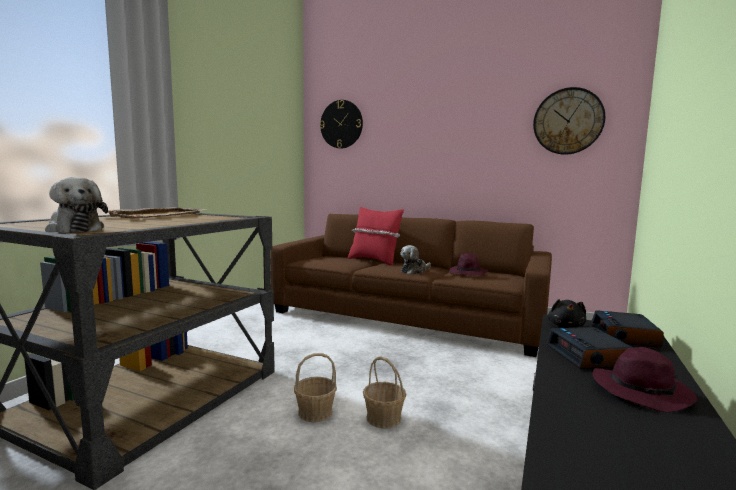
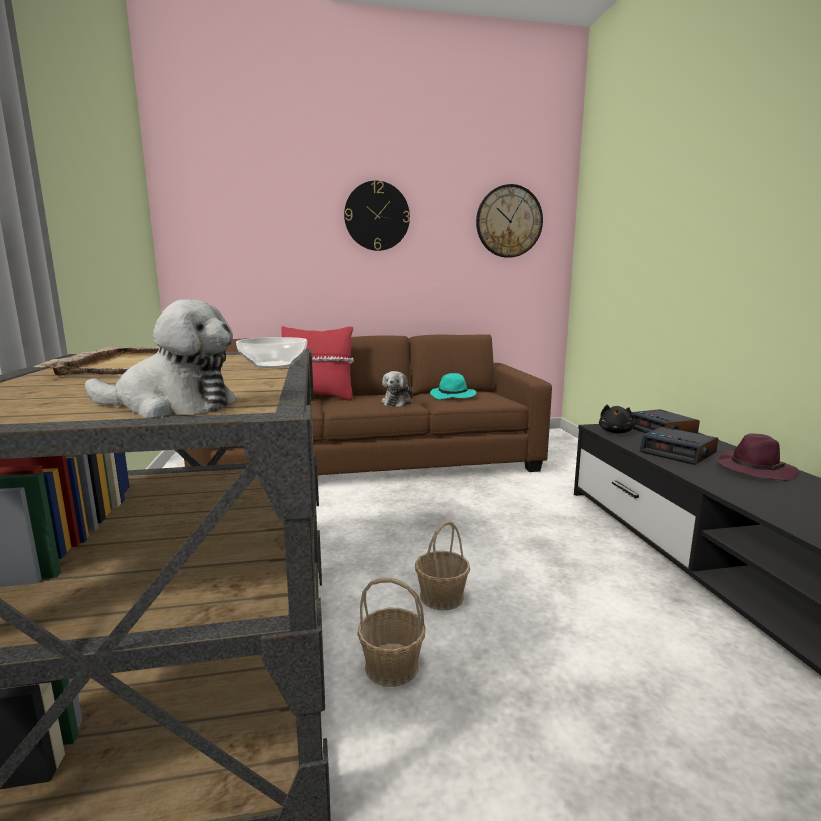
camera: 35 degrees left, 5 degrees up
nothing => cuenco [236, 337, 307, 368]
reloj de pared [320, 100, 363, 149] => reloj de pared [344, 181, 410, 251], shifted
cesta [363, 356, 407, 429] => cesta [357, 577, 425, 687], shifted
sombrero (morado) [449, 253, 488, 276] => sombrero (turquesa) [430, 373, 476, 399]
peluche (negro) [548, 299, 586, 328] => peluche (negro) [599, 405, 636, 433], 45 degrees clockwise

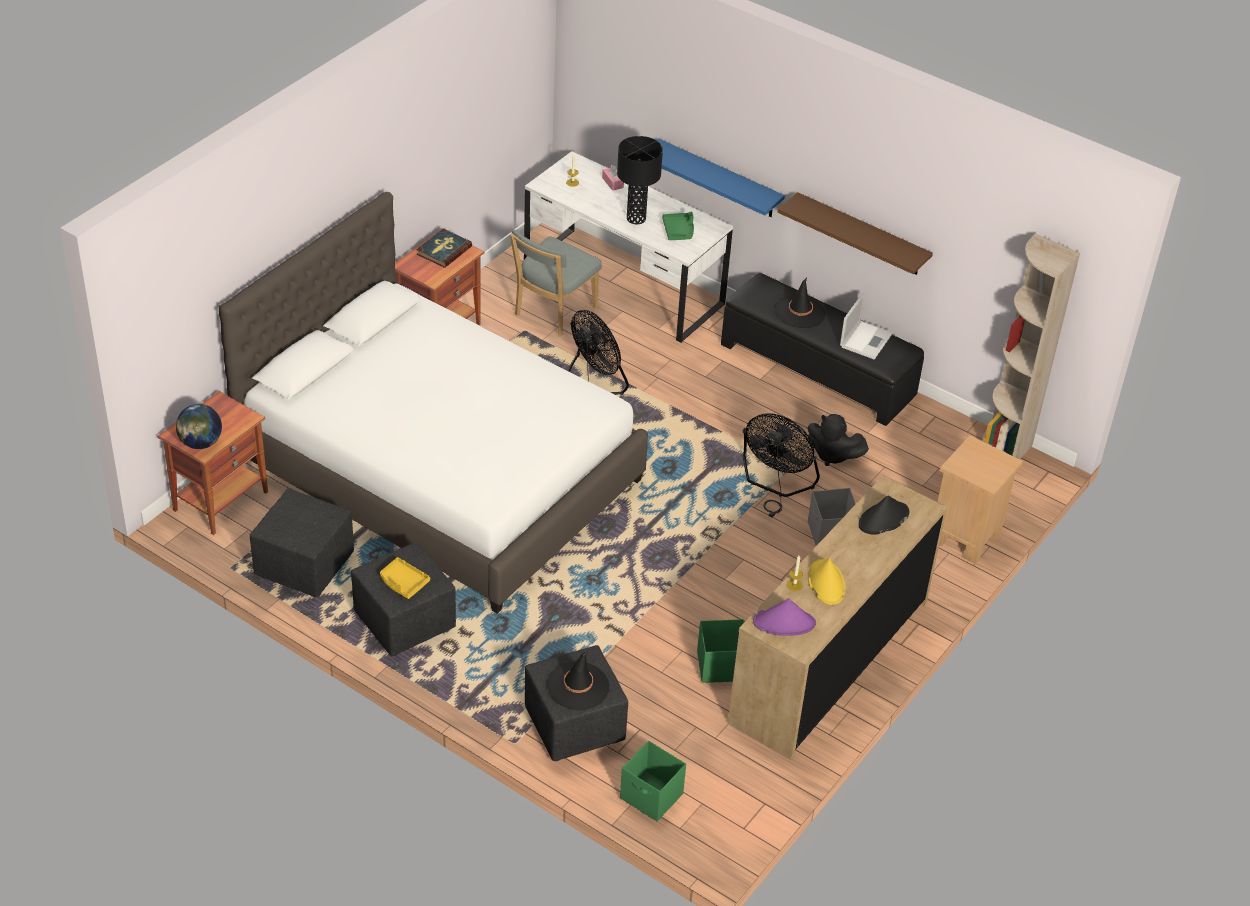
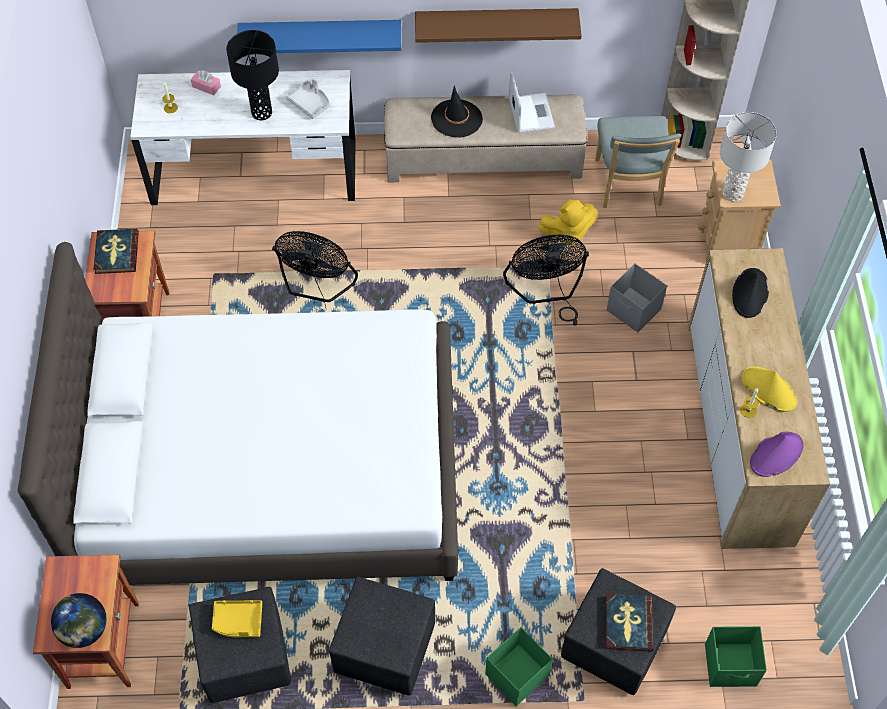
camera: 35 degrees left, 15 degrees up
bandeja (amarillo) [380, 557, 430, 599] => bandeja (amarillo) [212, 600, 262, 637], shifted
bandeja (verde) [662, 212, 694, 240] => bandeja (gris) [286, 79, 330, 119]
banco (negro) [721, 273, 924, 426] => banco (beis) [384, 94, 587, 182]
caja de almacenaje (verde) [697, 619, 744, 683] => caja de almacenaje (verde) [485, 627, 553, 706], shifted
peluche (negro) [807, 414, 869, 466] => peluche (amarillo) [538, 200, 598, 247]
silla (gris) [510, 229, 602, 337] => silla (gris) [595, 116, 681, 208], shifted
sombrero (negro) [547, 651, 609, 710] => libro [605, 593, 653, 651]
nothing => lámpara de mesa (blanco) [720, 112, 777, 202]

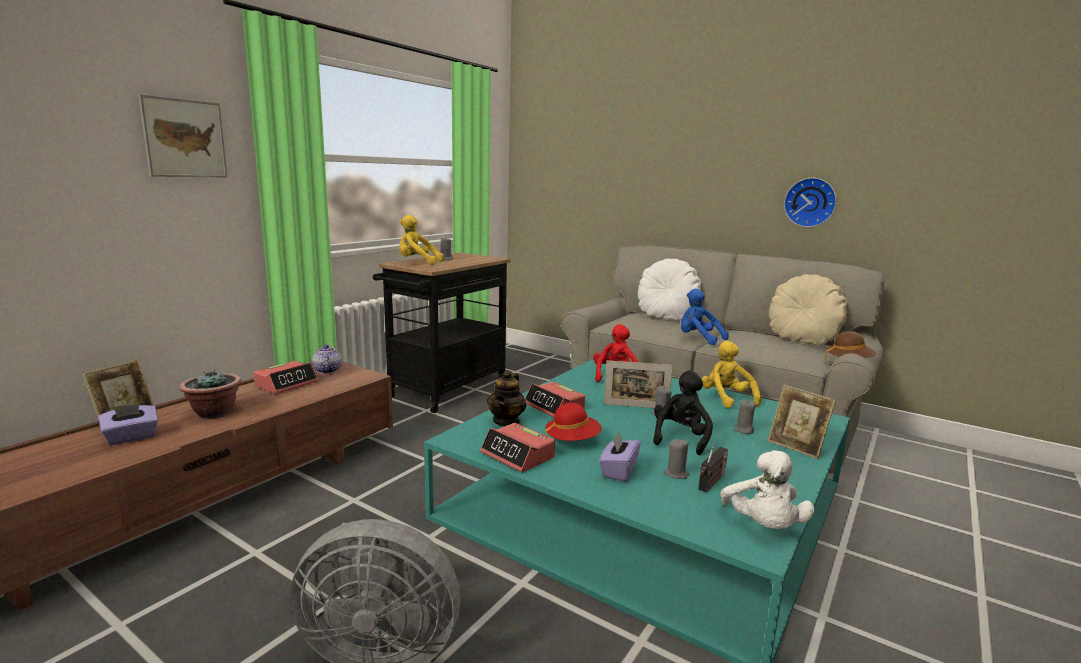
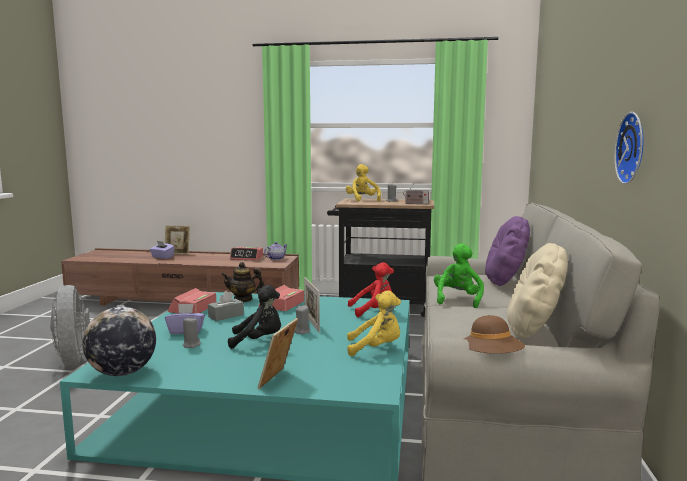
camera: 65 degrees right, 5 degrees down
peluche (blanco) [720, 450, 814, 529] => globo terráqueo [83, 307, 156, 376]
sombrero (rojo) [545, 403, 602, 441] => caja de pañuelos (gris) [208, 291, 244, 321]
peluche (amarillo) [702, 341, 761, 408] => peluche (amarillo) [347, 290, 401, 356], 45 degrees clockwise
radio [698, 444, 728, 492] => radio [403, 184, 429, 204], shifted
peluche (azul) [681, 289, 729, 345] => peluche (verde) [434, 243, 484, 308]
cojín (blanco) [638, 259, 701, 321] => cojín (morado) [485, 216, 530, 286]
cuadro [138, 94, 227, 177] => nothing
planta en maceta [179, 369, 241, 419] => nothing
vela (gris) [733, 399, 756, 434] => nothing

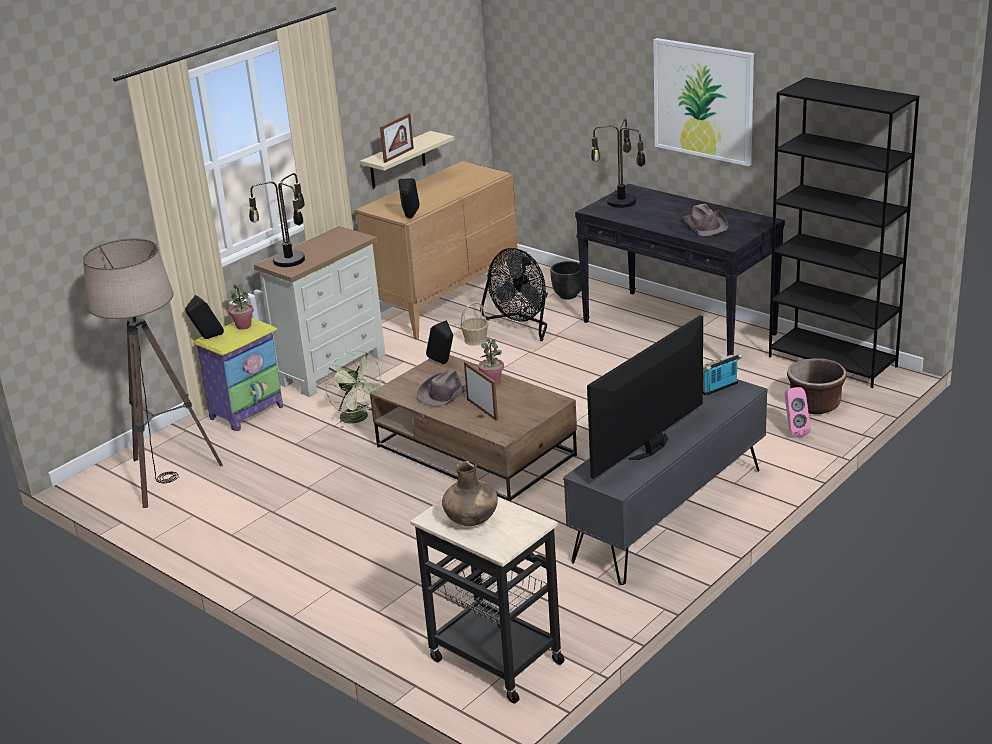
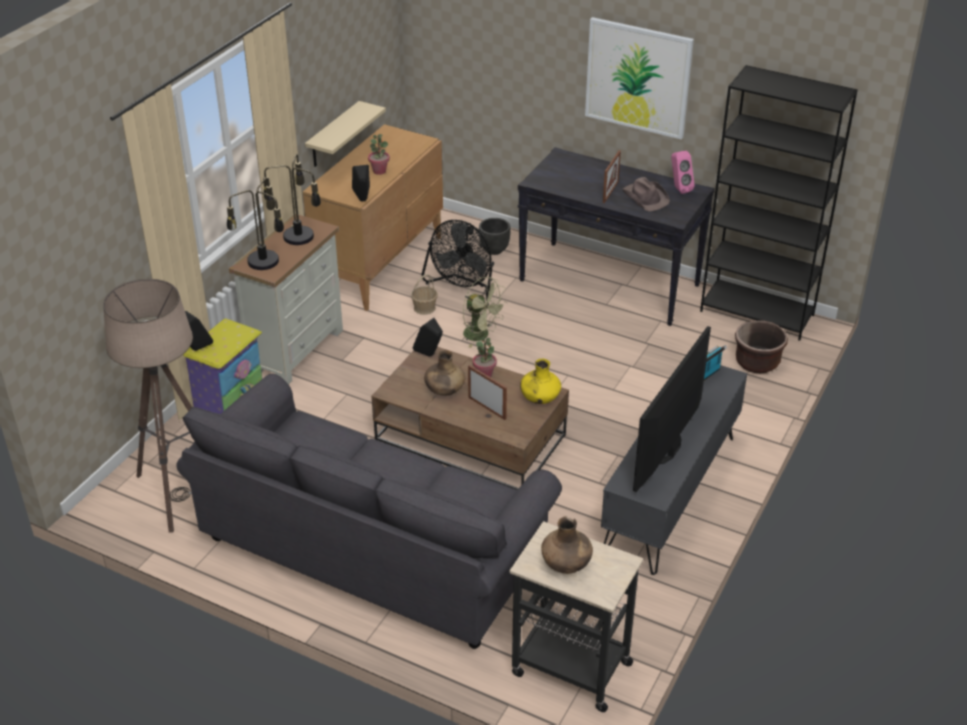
camera: 15 degrees left, 10 degrees up
nothing => sofá (gris) [176, 374, 562, 649]
lámpara de mesa [591, 118, 645, 208] => lámpara de mesa [263, 154, 321, 245], shifted
planta en maceta [229, 284, 254, 330] => planta en maceta [368, 134, 390, 175], shifted
sombrero (marrón) [417, 369, 466, 406] => florero (marrón) [424, 350, 465, 396]
ventilador (verde) [325, 350, 386, 430] => ventilador (verde) [463, 277, 507, 348], shifted
nothing => florero (amarillo) [520, 359, 561, 404]
portarretratos [380, 113, 414, 163] => portarretratos [603, 150, 621, 203], shifted
altavoz (rosa) [785, 387, 811, 437] => altavoz (rosa) [671, 151, 695, 194], shifted

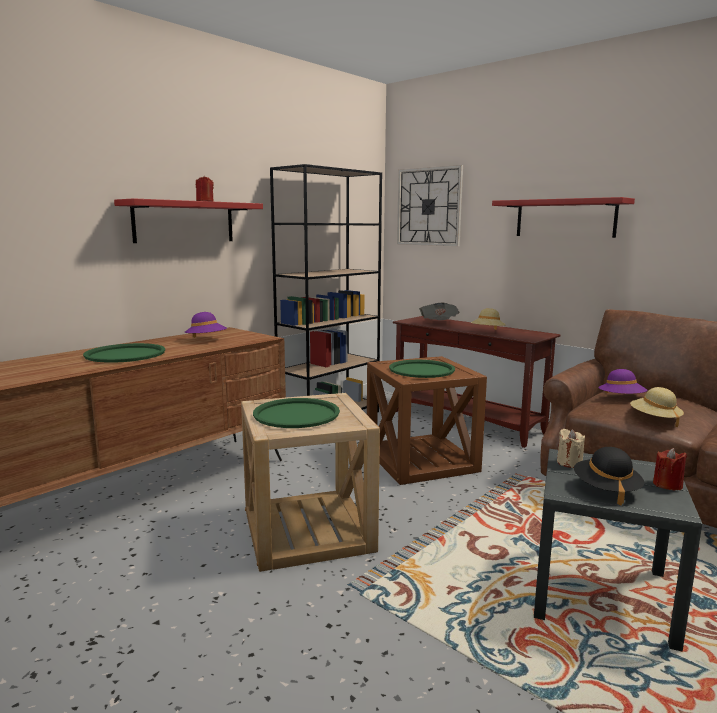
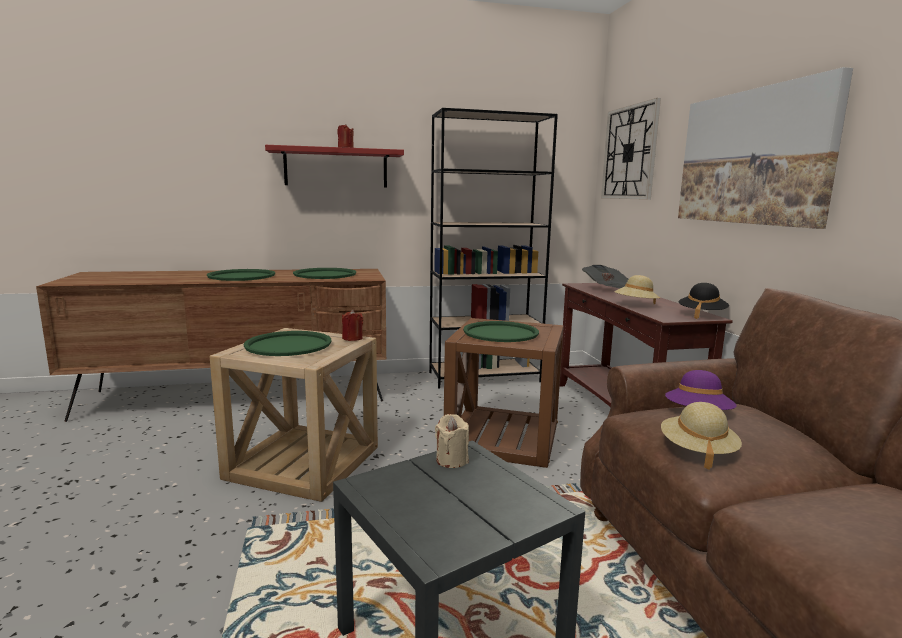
camera: 35 degrees right, 0 degrees up
sombrero (morado) [185, 312, 227, 338] => bandeja (verde) [293, 268, 356, 279]
vela (rojo) [653, 448, 687, 490] => vela (rojo) [342, 310, 363, 341], shifted
estante (rojo) [492, 197, 635, 238] => cuadro [678, 67, 853, 229]
sombrero (negro) [574, 447, 644, 506] => sombrero (negro) [679, 283, 729, 319], shifted

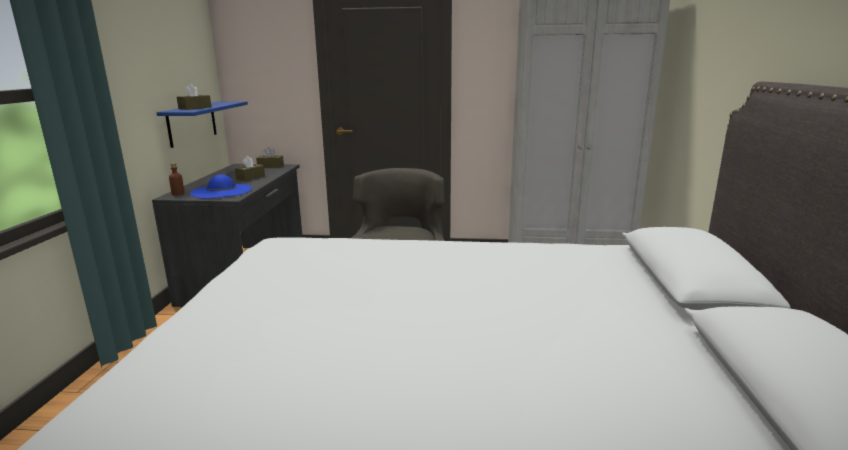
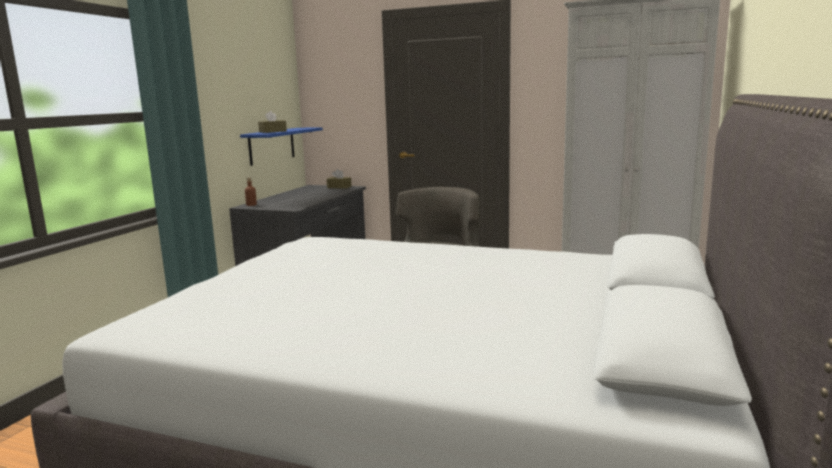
camera: 15 degrees right, 5 degrees down
sombrero (azul) [190, 174, 252, 199] => nothing
caja de pañuelos (marrón) [235, 156, 265, 181] => nothing

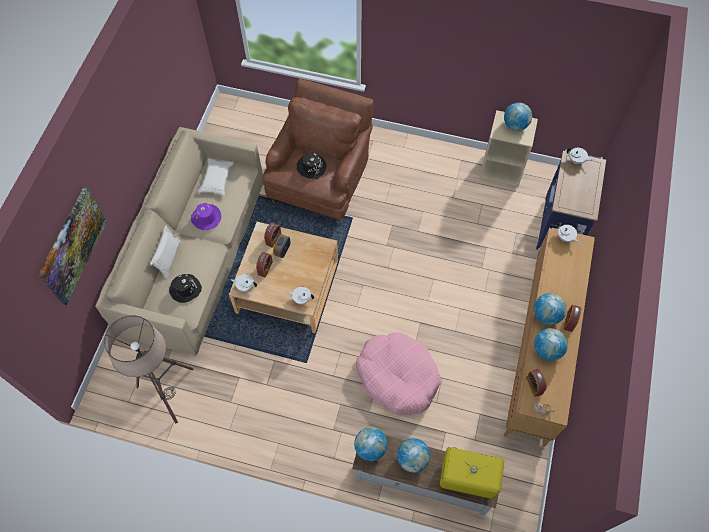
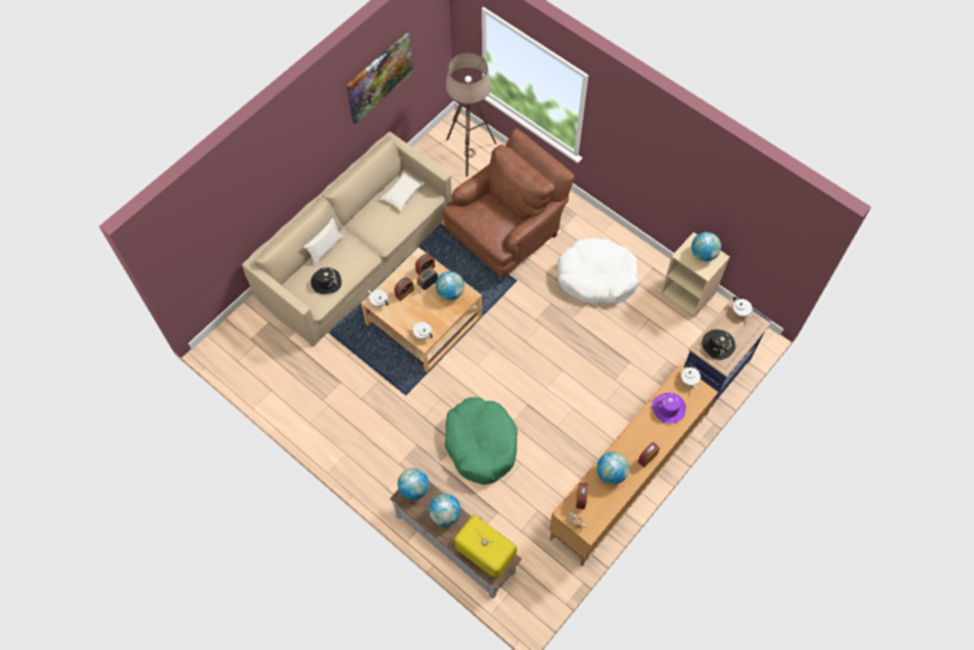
camera: 25 degrees right, 0 degrees up
cuadro [38, 186, 107, 305] => cuadro [346, 32, 413, 124], shifted
globo terráqueo [534, 293, 567, 325] => globo terráqueo [435, 271, 464, 300], shifted
cama para perro (rosa) [356, 332, 441, 415] => cama para perro (verde) [445, 397, 518, 485]
lámpara de pie [104, 315, 194, 424] => lámpara de pie [446, 52, 497, 177], shifted
nothing => cama para perro (blanco) [557, 238, 638, 305]
sombrero (morado) [191, 203, 221, 230] => sombrero (morado) [652, 393, 686, 424], shifted
sombrero (negro) [297, 152, 327, 179] => sombrero (negro) [702, 329, 735, 360], shifted

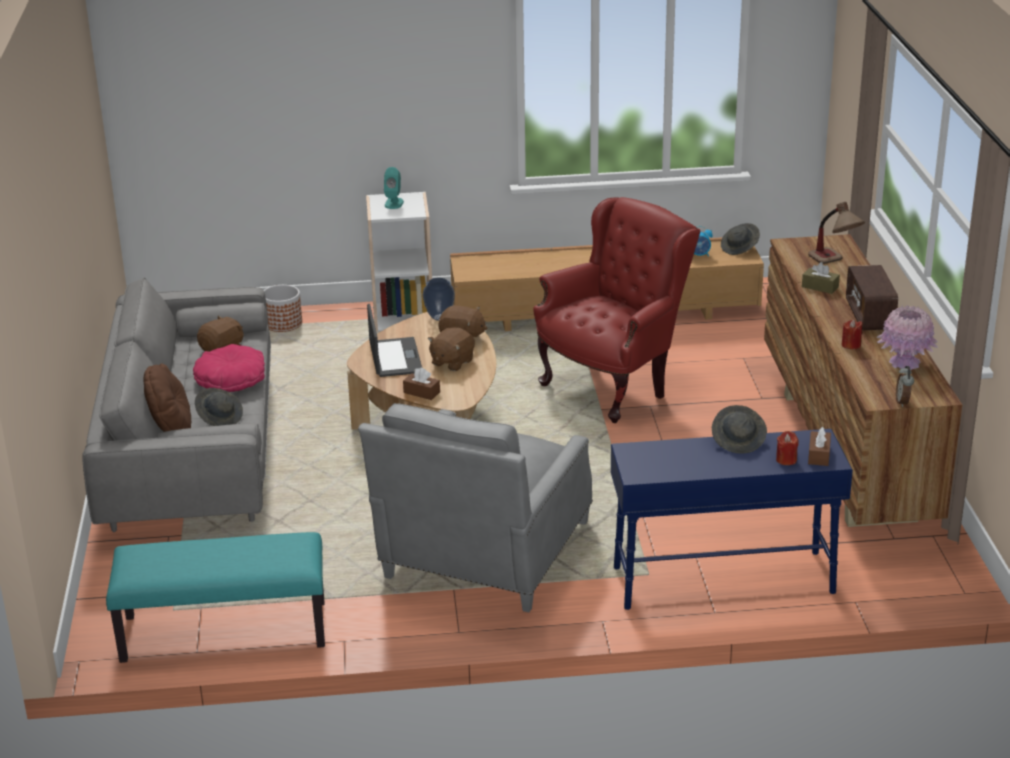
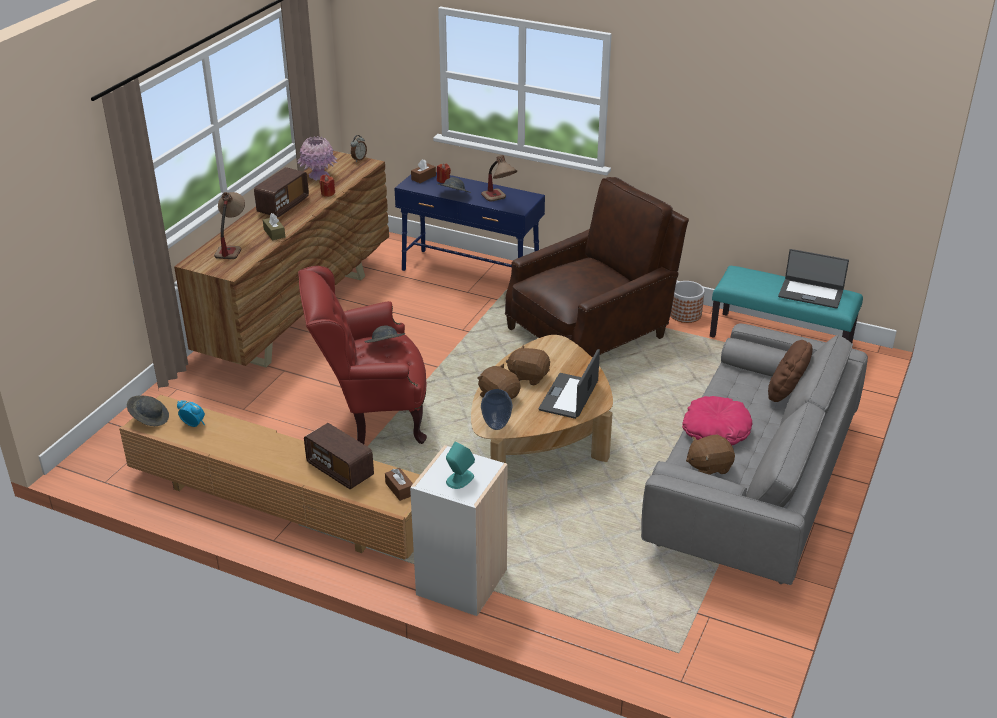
camera: 150 degrees left, 5 degrees up
nothing => radio [304, 423, 374, 489]
sombrero (gris) [195, 388, 243, 426] => sombrero (gris) [365, 325, 405, 343], shifted
caja de pañuelos (marrón) [403, 368, 440, 400] => caja de pañuelos (marrón) [385, 468, 413, 501], shifted
nothing => lámpara de mesa [481, 155, 517, 202]
sillón (gris) [358, 403, 593, 612] => sillón (marrón) [505, 177, 689, 358]
peluche (marrón) [428, 327, 475, 371] => peluche (marrón) [506, 345, 550, 386], 135 degrees counterclockwise
maceta [264, 285, 302, 332] => maceta [670, 281, 705, 323], shifted
nothing => portátil [778, 249, 849, 309]

